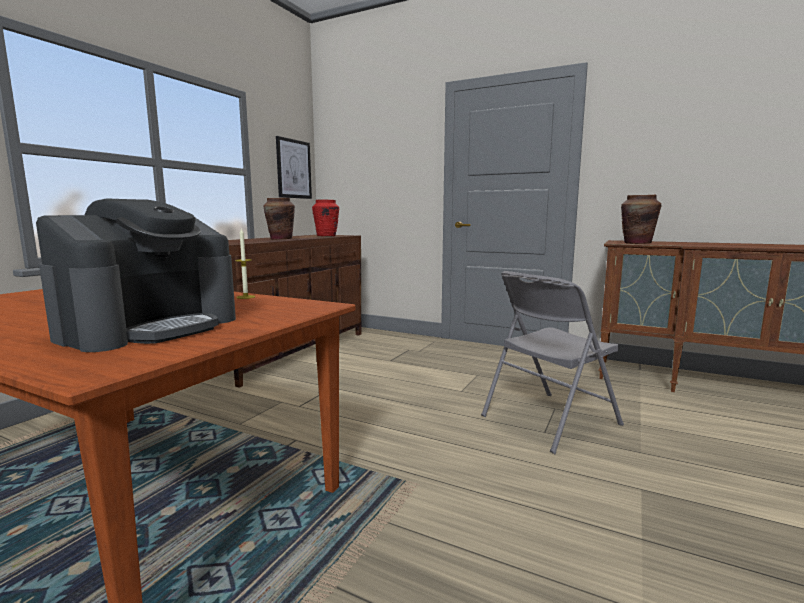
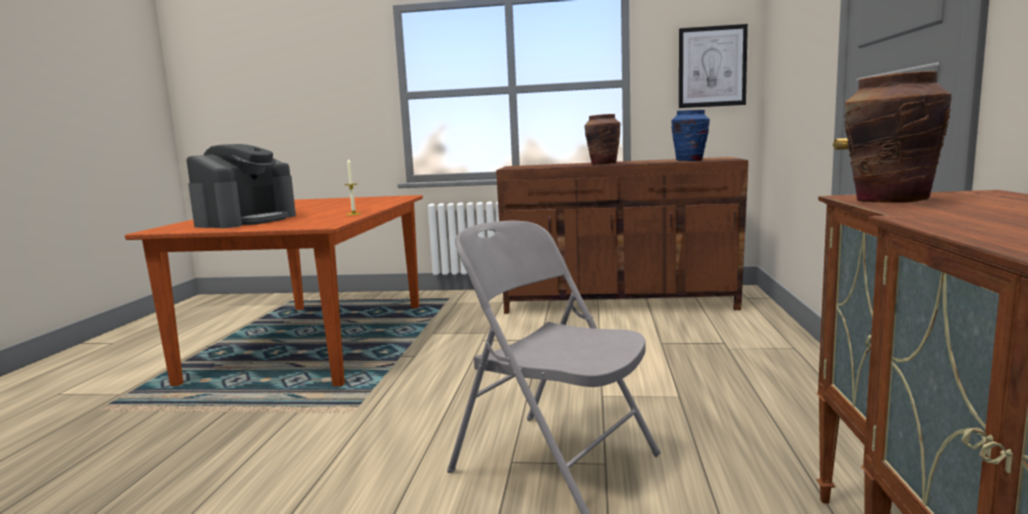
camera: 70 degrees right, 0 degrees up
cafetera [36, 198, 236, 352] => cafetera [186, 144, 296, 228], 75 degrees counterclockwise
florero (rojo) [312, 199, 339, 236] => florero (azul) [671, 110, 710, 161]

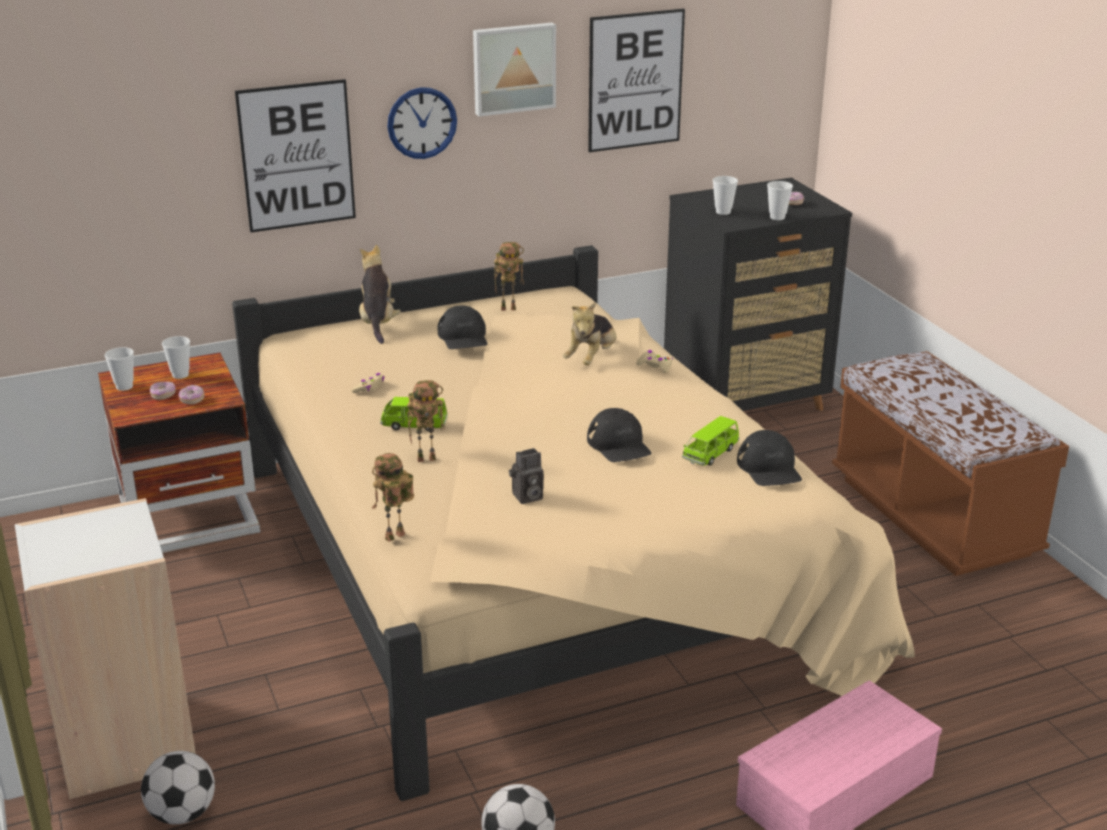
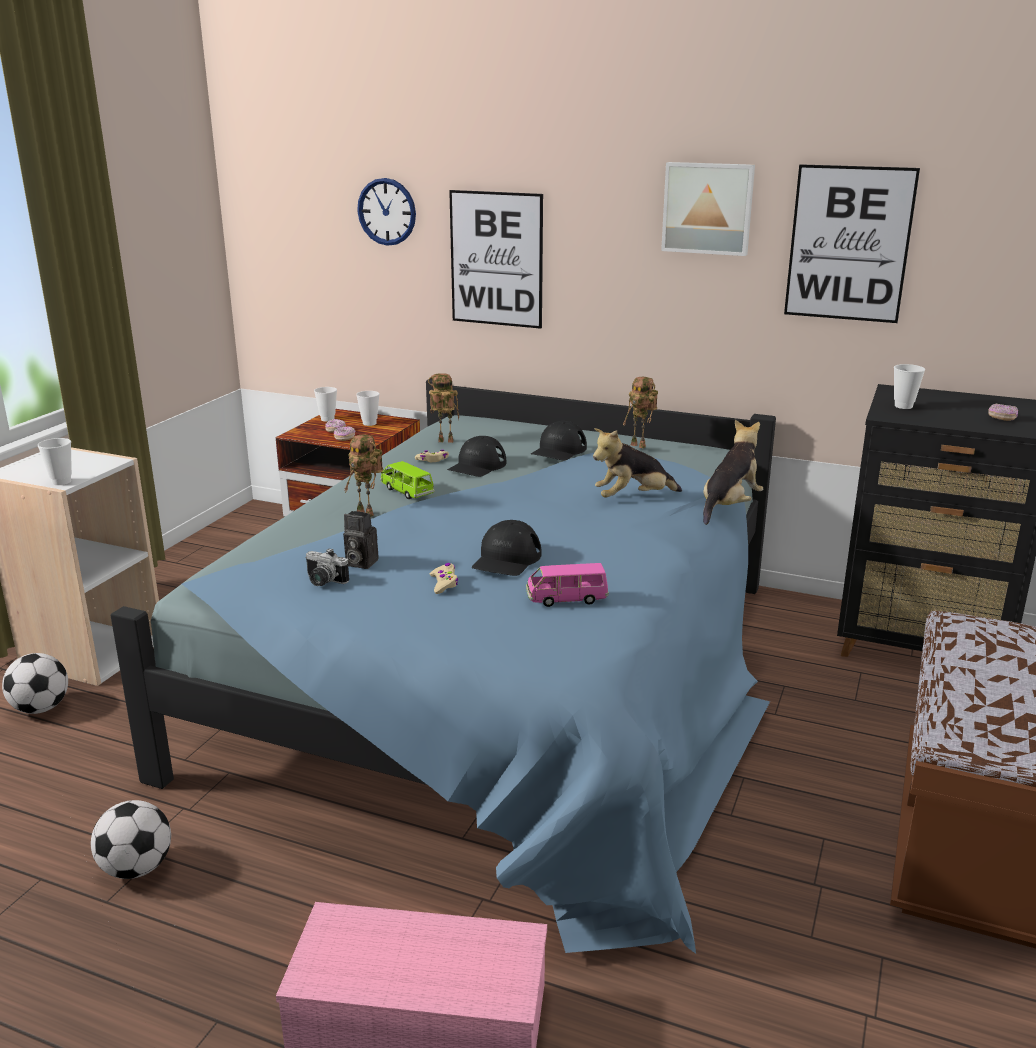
camera: 45 degrees right, 5 degrees down
taza [767, 181, 793, 220] => taza [38, 438, 72, 485], shifted
cama (beis) [232, 245, 915, 801] => cama (azul) [110, 378, 776, 954]
nothing => cámara [305, 548, 349, 586]
reloj de pared [387, 87, 457, 159] => reloj de pared [357, 178, 416, 246], shifted
robot de juguete [372, 453, 414, 542] => robot de juguete [428, 374, 459, 443], shifted
mando de consola (beis) [636, 350, 673, 373] => mando de consola (beis) [430, 563, 458, 594], shifted
gorra (negro) [737, 430, 802, 486] => gorra (negro) [447, 436, 506, 477], shifted
coche de juguete (verde) [682, 416, 740, 466] => coche de juguete (rosa) [526, 563, 609, 607]
peluche [359, 245, 401, 344] => peluche [703, 420, 763, 525], shifted

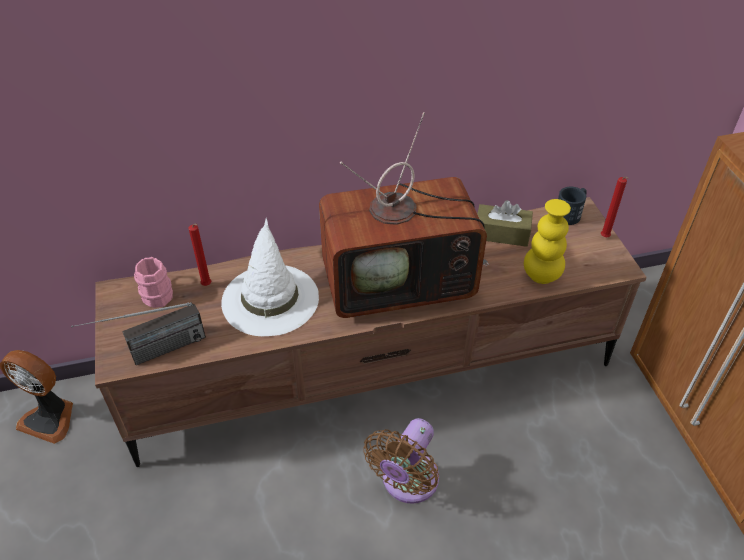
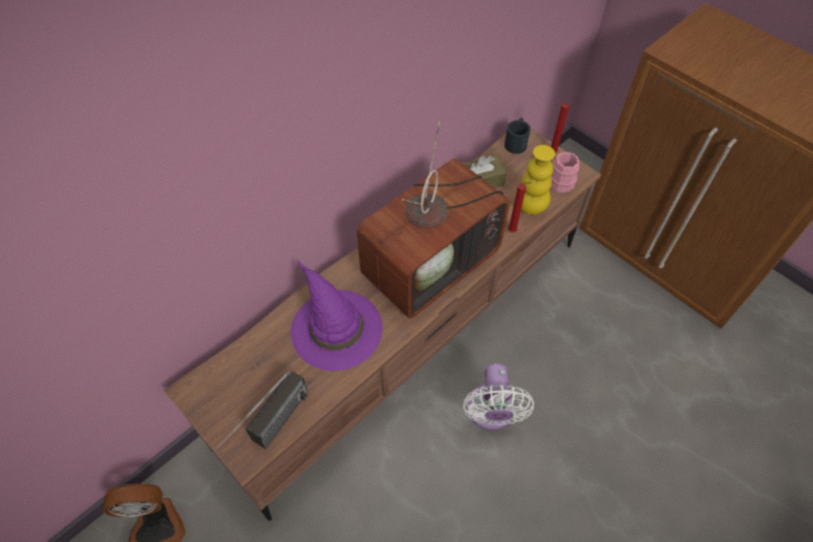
camera: 30 degrees left, 10 degrees up
sombrero (blanco) [221, 218, 319, 336] => sombrero (morado) [291, 259, 383, 371]
ventilador (marrón) [363, 418, 439, 504] => ventilador (blanco) [463, 363, 534, 430]
vela (rojo) [188, 223, 211, 286] => vela (rojo) [508, 182, 532, 233], shifted
taza grande (rosa) [134, 257, 173, 308] => taza grande (rosa) [550, 152, 580, 193], shifted

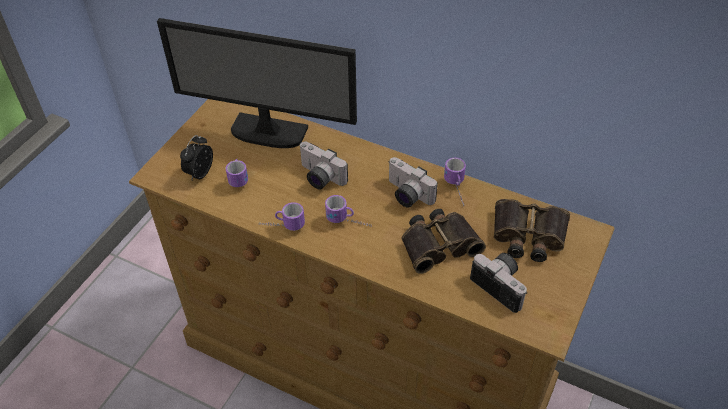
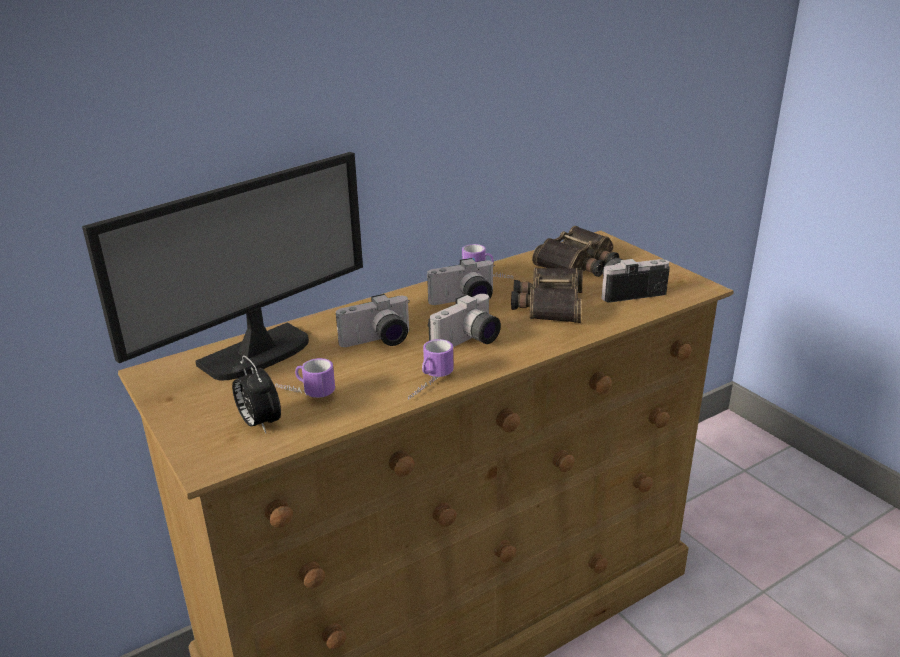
camera: 60 degrees left, 20 degrees down
taza grande [325, 195, 371, 226] => cámara [428, 294, 501, 347]

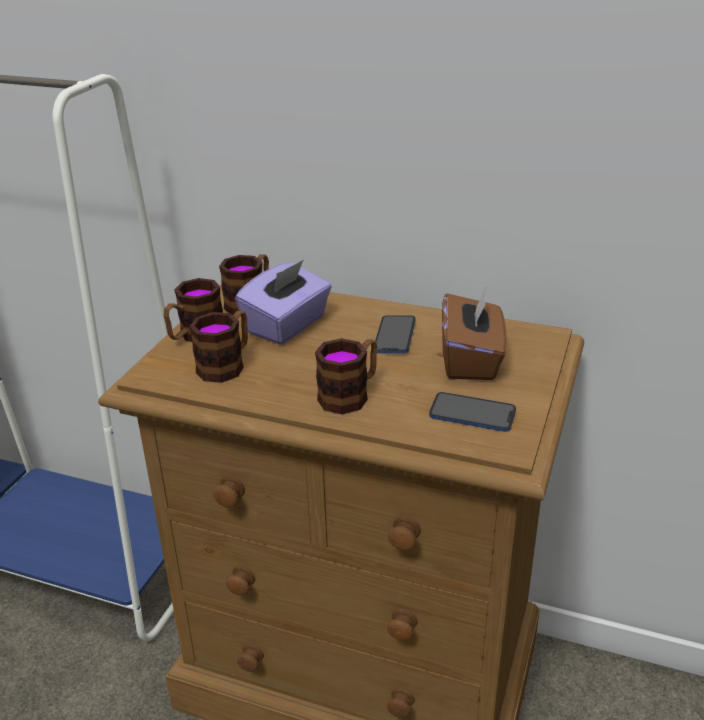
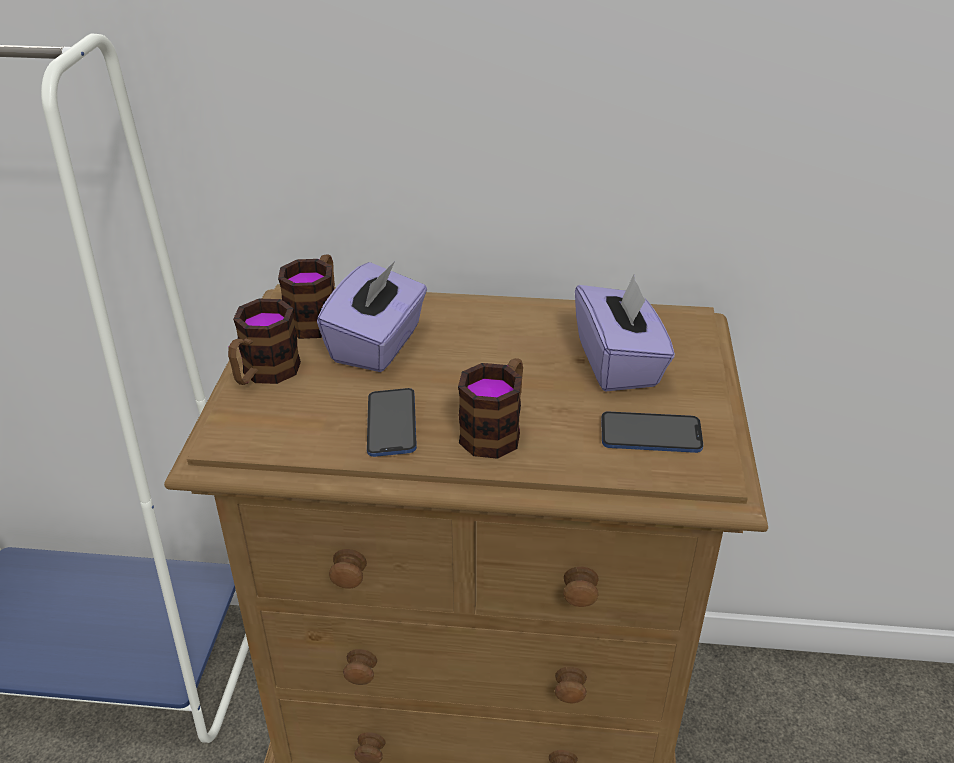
camera: 15 degrees left, 5 degrees up
móvil [375, 315, 416, 354] => móvil [367, 388, 417, 457], shifted
caja de pañuelos (marrón) [442, 286, 507, 380] => caja de pañuelos (morado) [575, 275, 675, 392]
taza grande [189, 311, 248, 383] => nothing

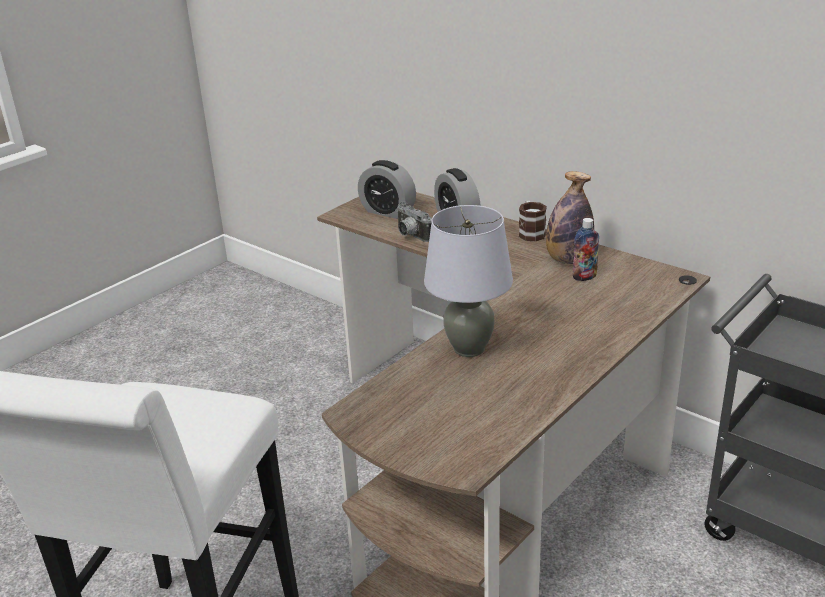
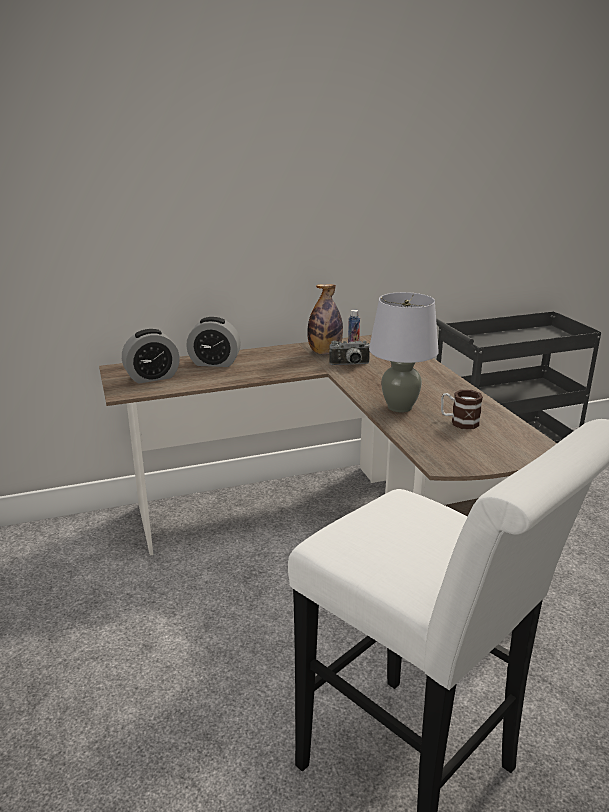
camera: 60 degrees left, 5 degrees down
cámara [397, 202, 432, 242] => cámara [329, 340, 370, 365], shifted
taza grande [519, 201, 547, 242] => taza grande [441, 390, 483, 429], shifted

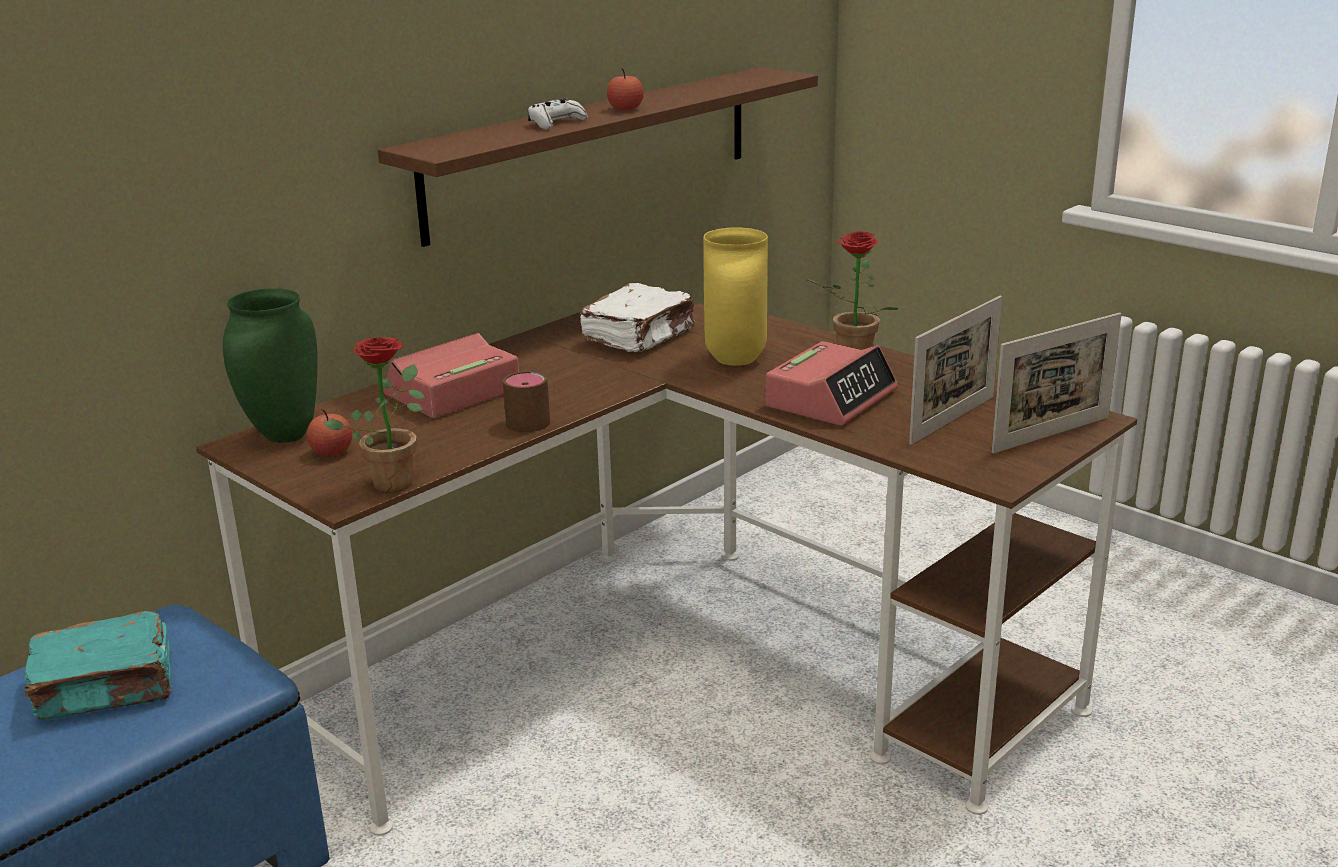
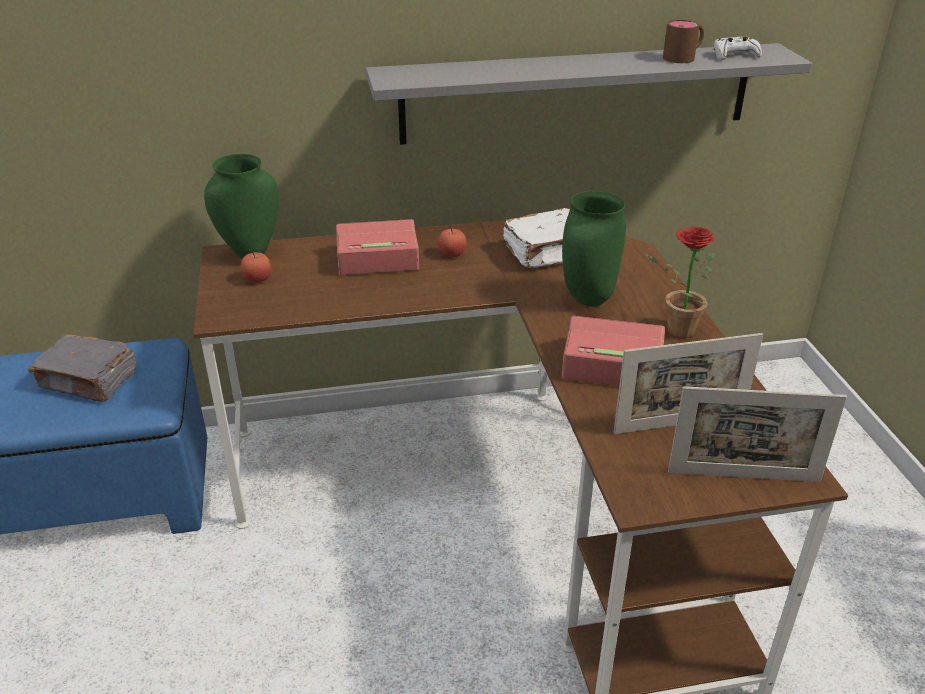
camera: 35 degrees right, 10 degrees up
libro (turquesa) [24, 611, 172, 720] => libro (gris) [28, 334, 136, 402]
estante (marrón) [378, 67, 818, 247] => estante (gris) [366, 43, 812, 145]
manzana [607, 68, 644, 111] => manzana [438, 226, 467, 257], shifted
florero (amarillo) [703, 227, 768, 366] => florero (verde) [562, 191, 626, 306]
despertador [765, 341, 898, 426] => despertador [562, 316, 665, 386], 150 degrees counterclockwise
taza grande (marrón) [503, 371, 550, 432] => taza grande (marrón) [663, 20, 704, 63], shifted
mando de consola (blanco) [528, 98, 588, 130] => mando de consola (blanco) [714, 36, 762, 60], shifted
planta en maceta [323, 337, 425, 493] => nothing

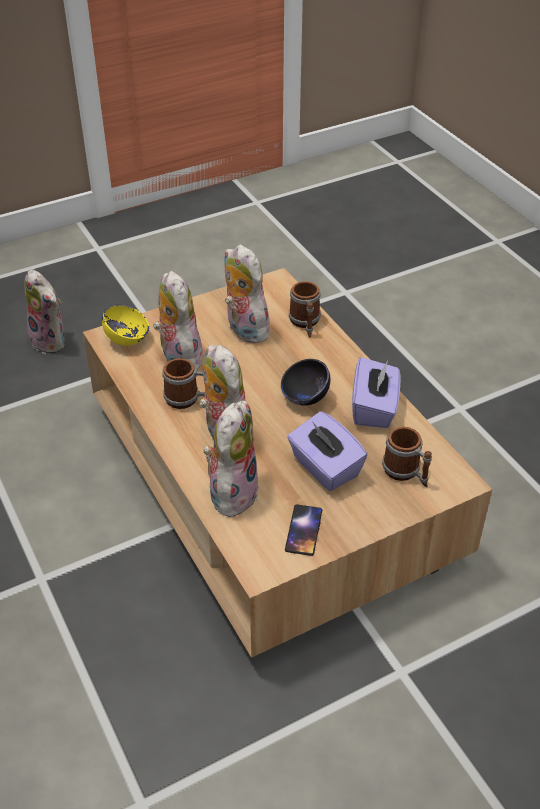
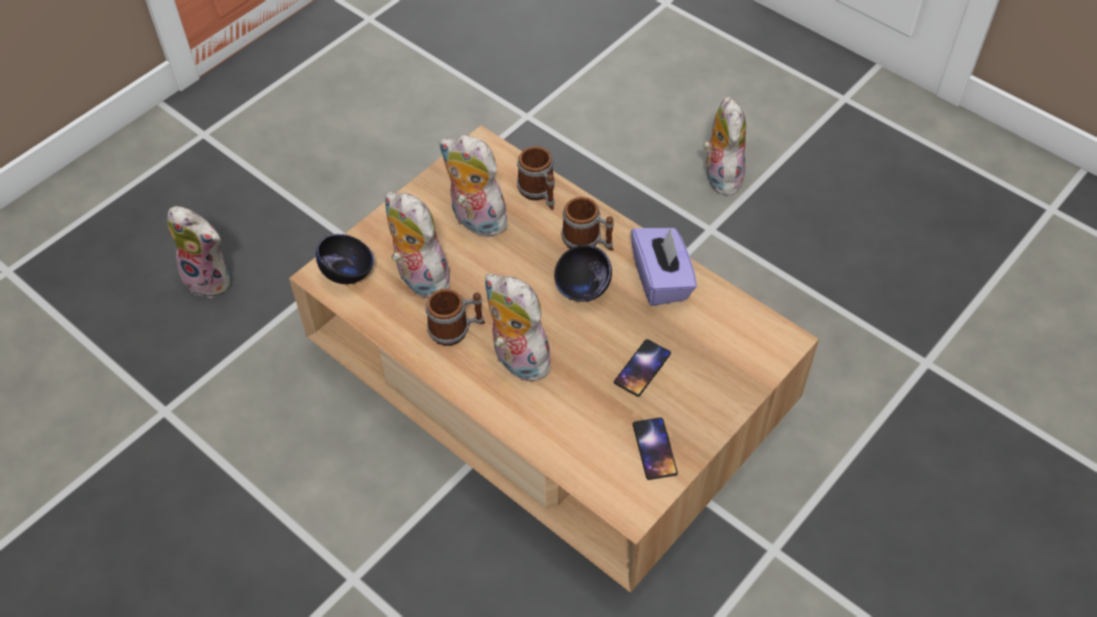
camera: 20 degrees left, 10 degrees up
cuenco (amarillo) [102, 304, 149, 346] => cuenco (negro) [316, 234, 374, 284]
taza grande [382, 427, 432, 487] => taza grande [561, 197, 614, 251], shifted
caja de pañuelos (morado) [287, 411, 368, 491] => móvil [614, 339, 671, 397]
peluche [203, 401, 259, 517] => peluche [703, 96, 746, 196], shifted

